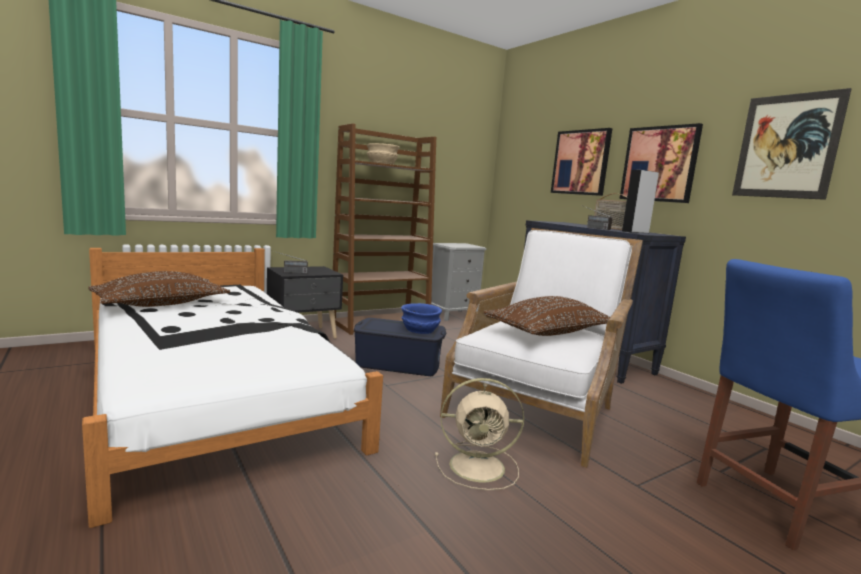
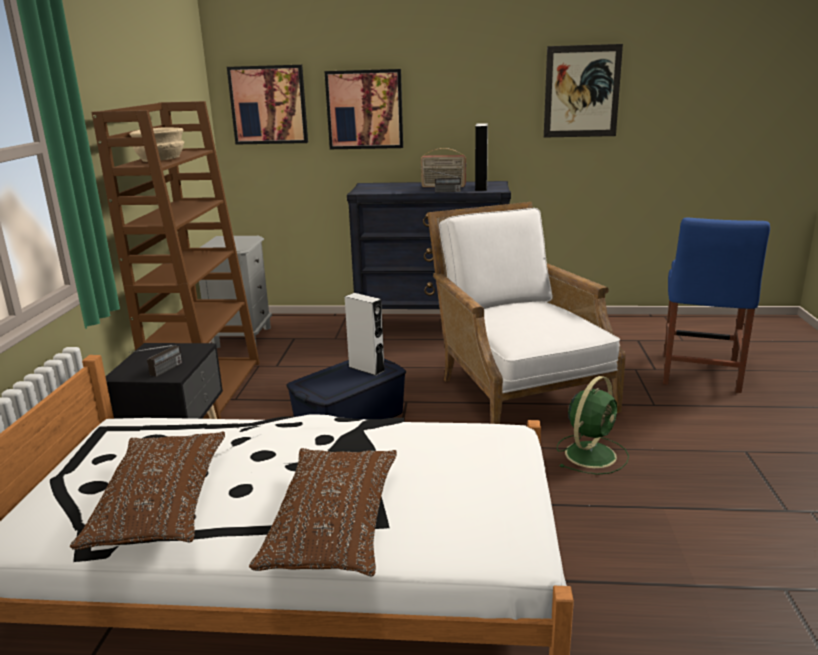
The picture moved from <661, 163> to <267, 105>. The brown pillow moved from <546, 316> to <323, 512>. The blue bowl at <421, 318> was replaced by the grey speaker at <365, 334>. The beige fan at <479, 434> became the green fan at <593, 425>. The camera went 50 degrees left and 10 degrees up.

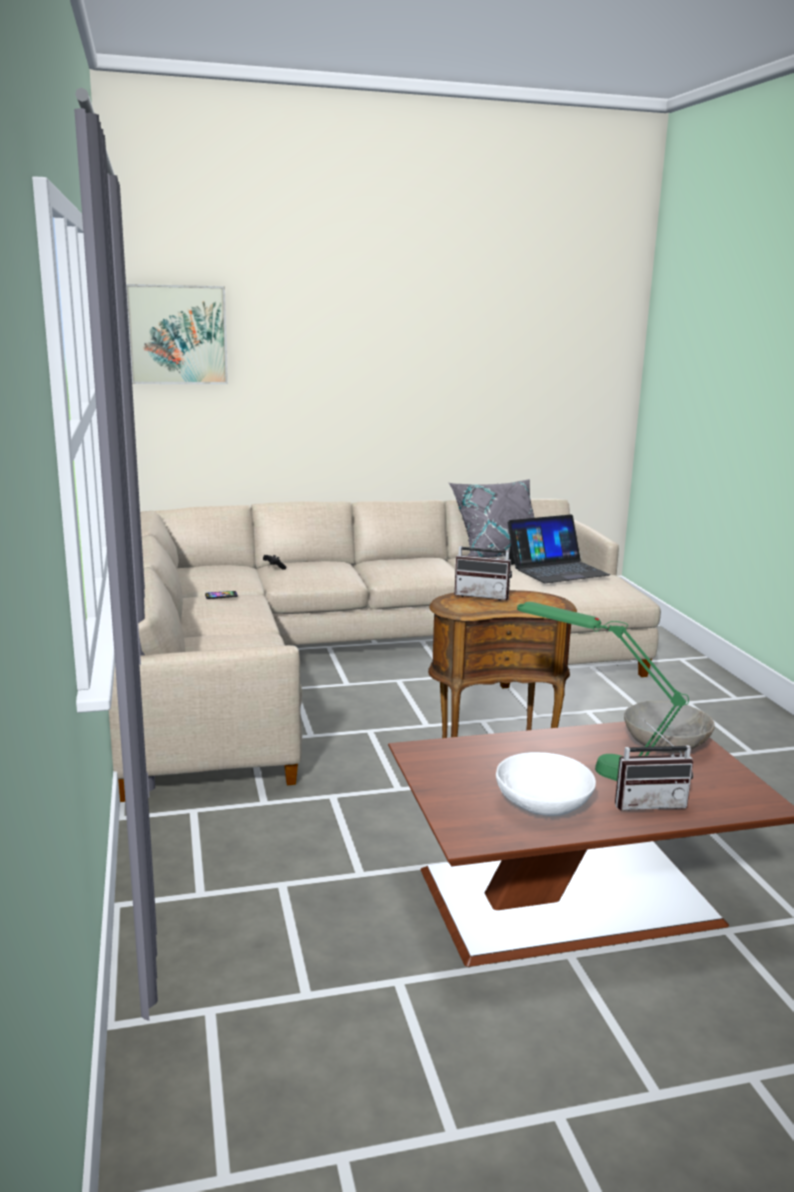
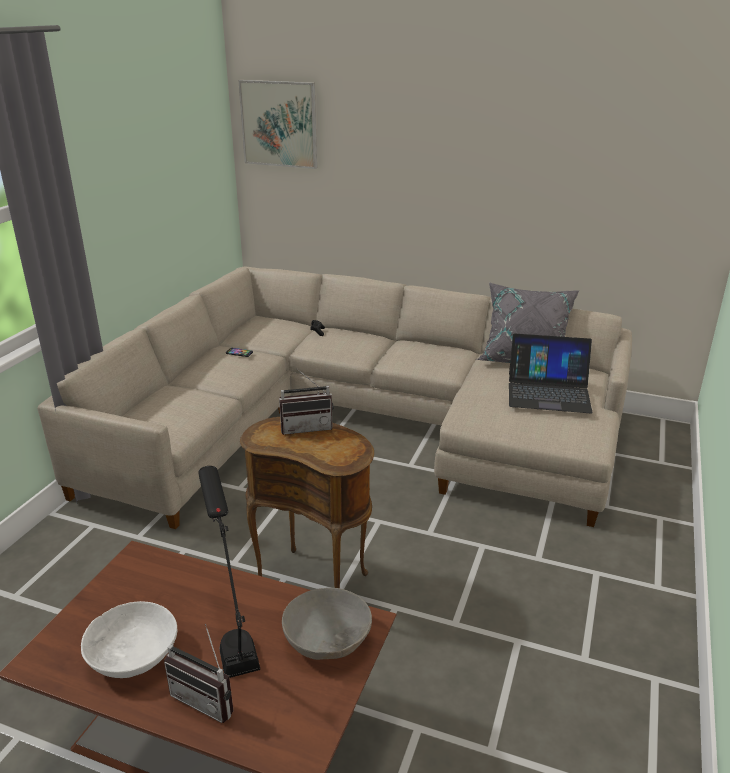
The radio at <483, 565> turned 60 degrees counterclockwise. The green table lamp at <603, 691> became the black table lamp at <229, 572>. The camera went 35 degrees right and 10 degrees up.

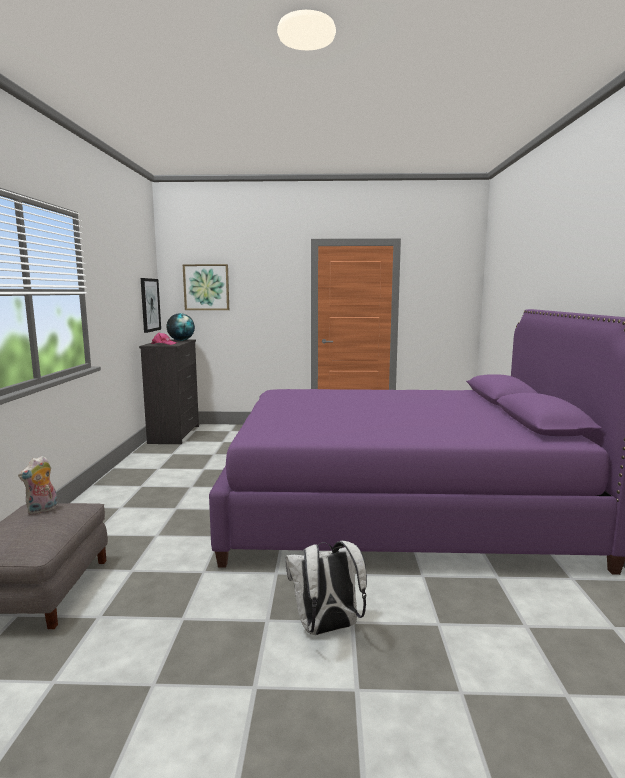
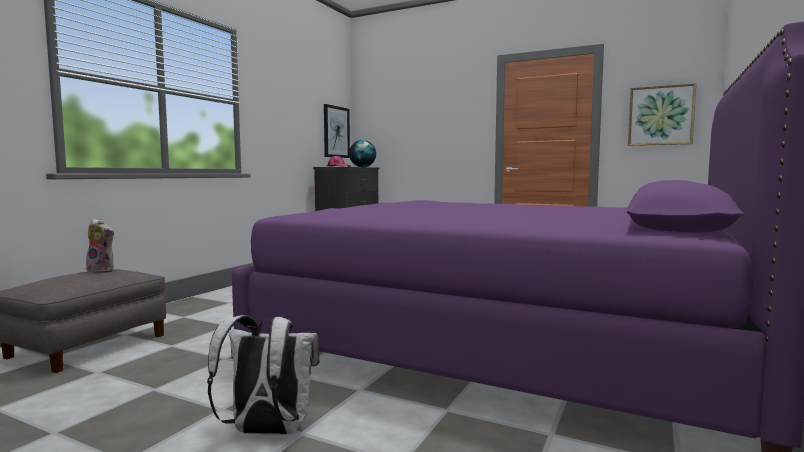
The picture moved from <206, 287> to <662, 114>. The plush toy at <37, 485> turned 135 degrees counterclockwise. The camera went 25 degrees right and 5 degrees down.

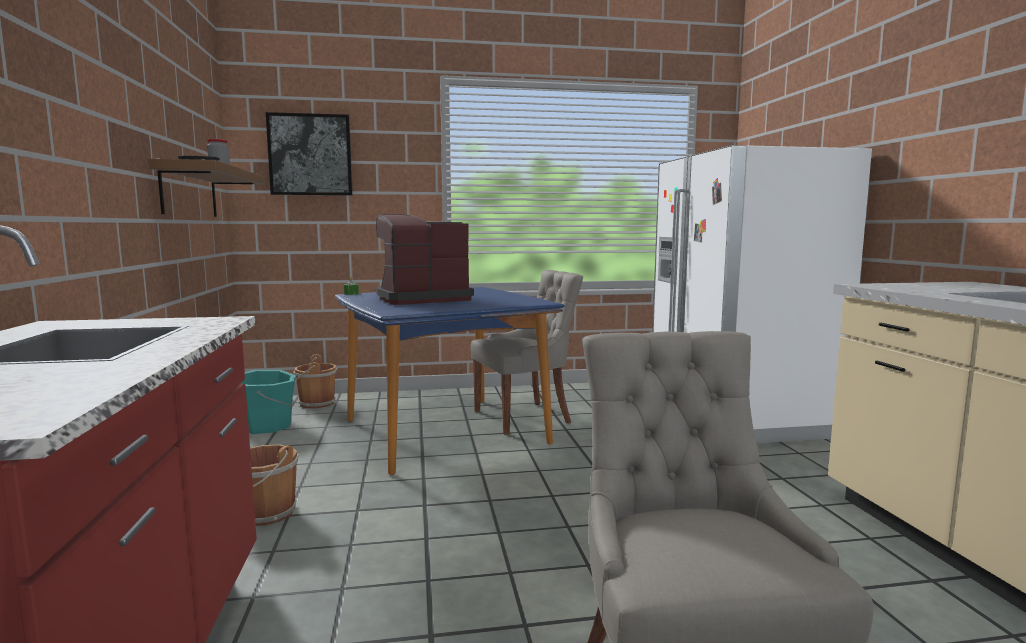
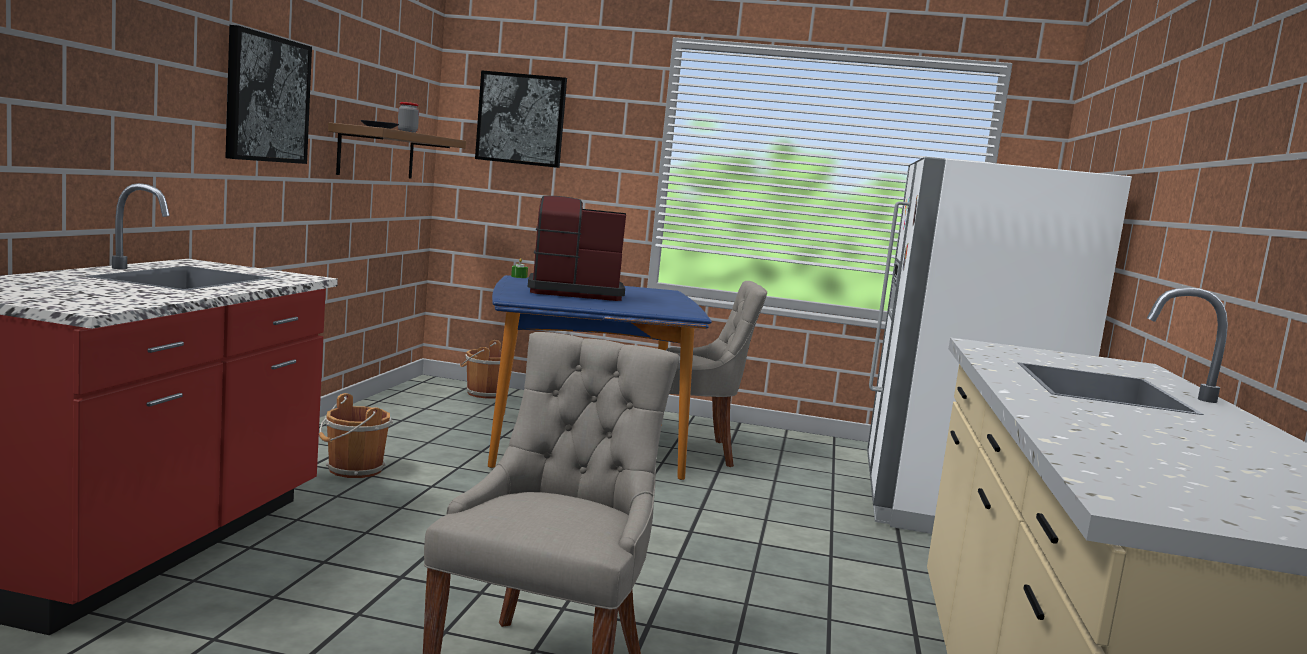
The turquoise bucket at <268, 402> disappeared. The picture at <268, 94> appeared. The camera went 20 degrees right and 0 degrees up.

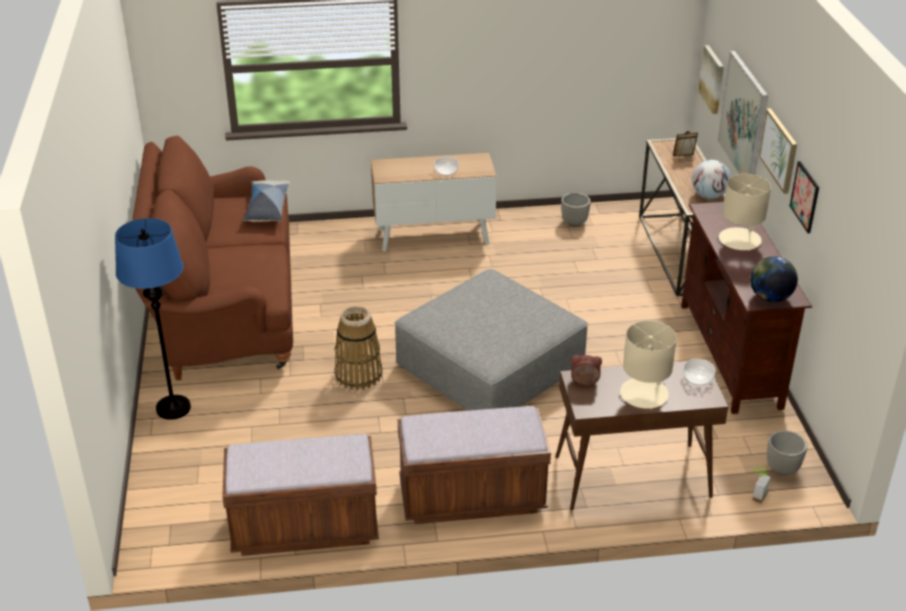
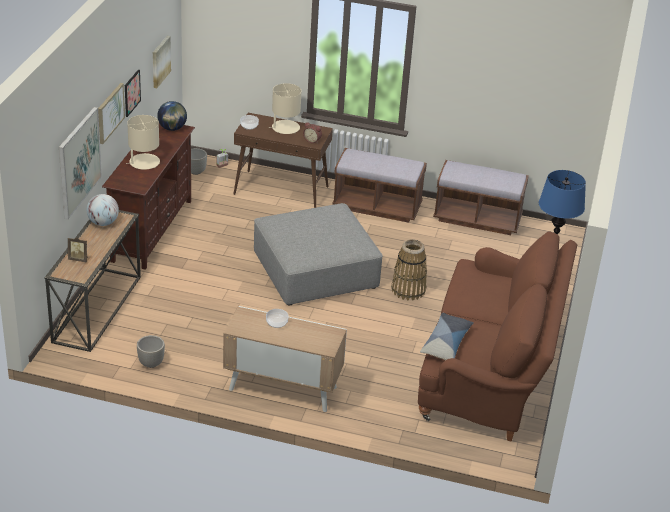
The picture moved from <711, 79> to <162, 62>. The camera went 160 degrees left and 0 degrees up.

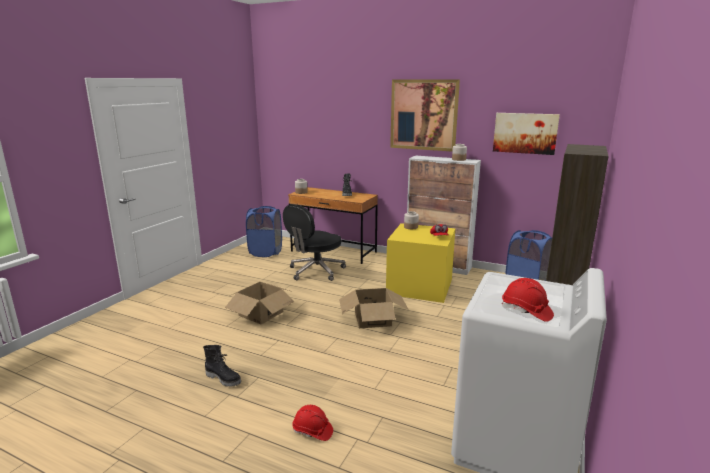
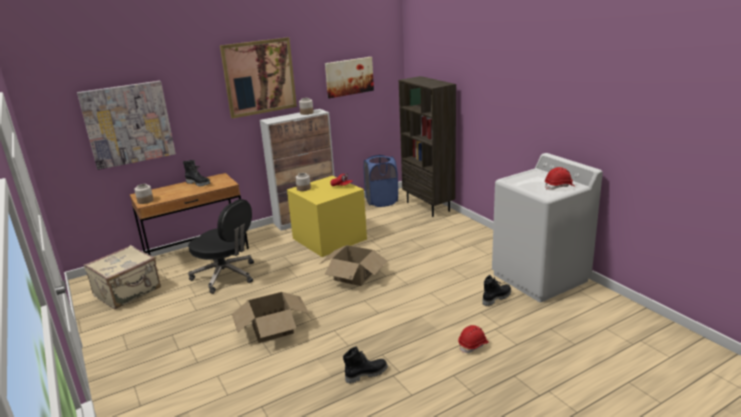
The black office chair at <314, 242> turned 45 degrees counterclockwise. The blue laundry basket at <264, 231> was replaced by the beige suitcase at <122, 277>. The picture at <126, 125> appeared. The black boot at <497, 290> appeared. The camera went 55 degrees left and 5 degrees up.

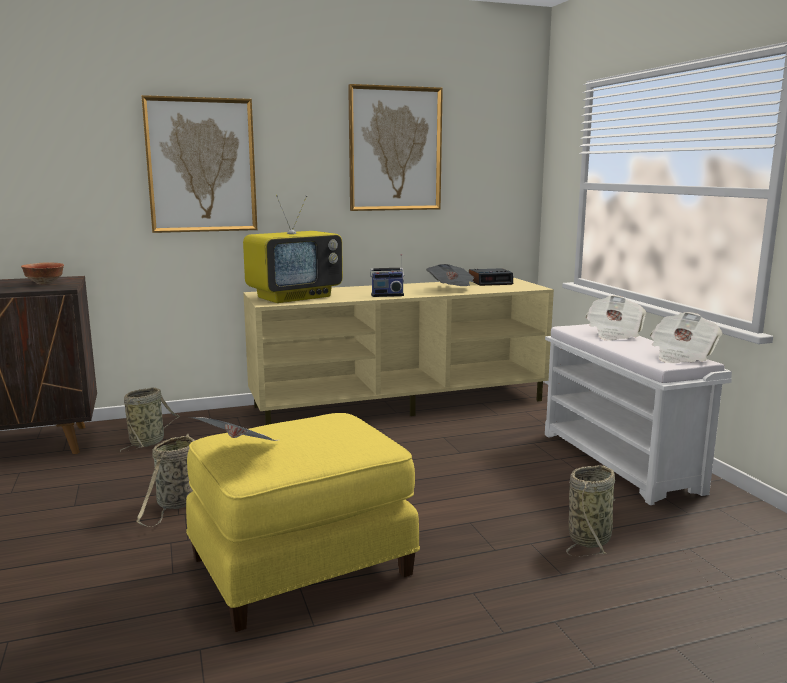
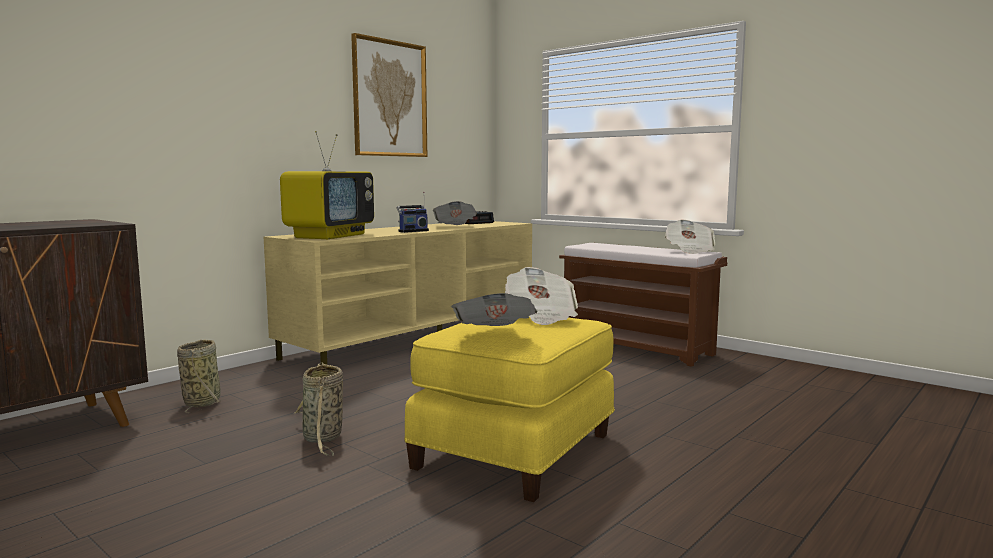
The picture at <199, 164> disappeared. The bowl at <42, 273> disappeared. The newspaper moved from <616, 318> to <541, 296>. The white bench at <638, 414> became the brown bench at <643, 305>. The basket at <590, 510> disappeared. The camera went 30 degrees left and 5 degrees down.

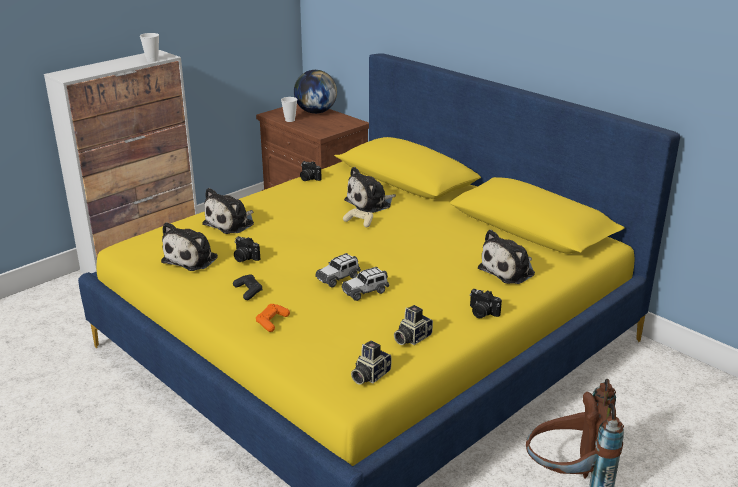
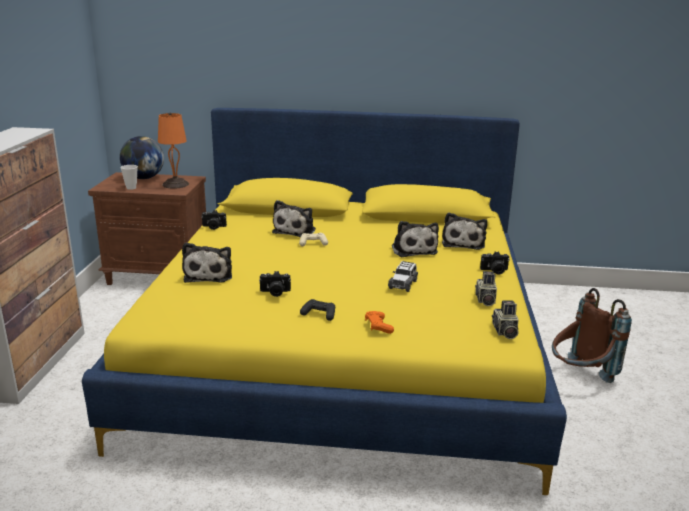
The cup at <149, 47> disappeared. The plush toy moved from <189, 246> to <415, 239>. The toy car at <338, 270> disappeared. The orange table lamp at <173, 151> appeared. The camera went 40 degrees left and 5 degrees down.

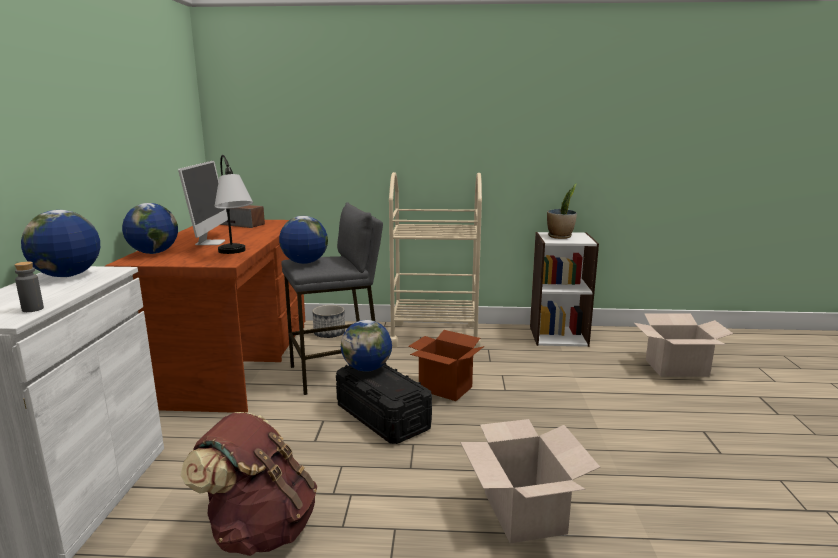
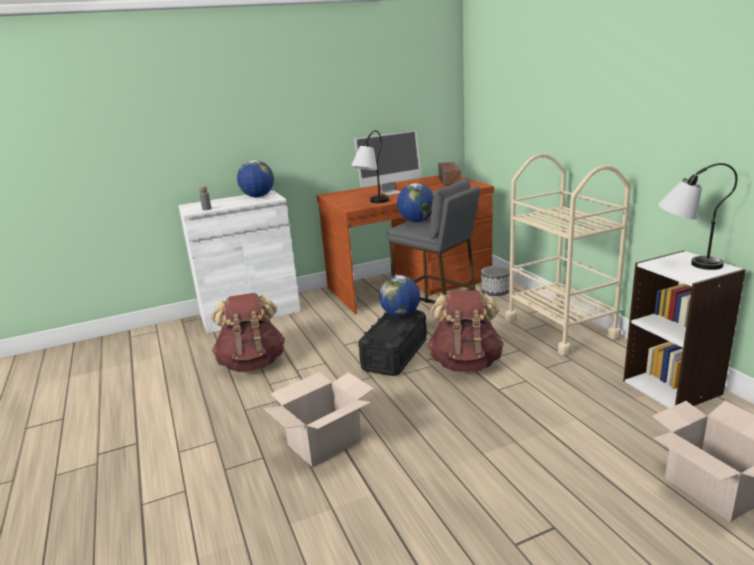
The potted plant at <562, 211> was replaced by the table lamp at <697, 216>. The globe at <150, 228> disappeared. The cardboard box at <446, 365> was replaced by the brown backpack at <465, 331>. The camera went 65 degrees right and 5 degrees up.

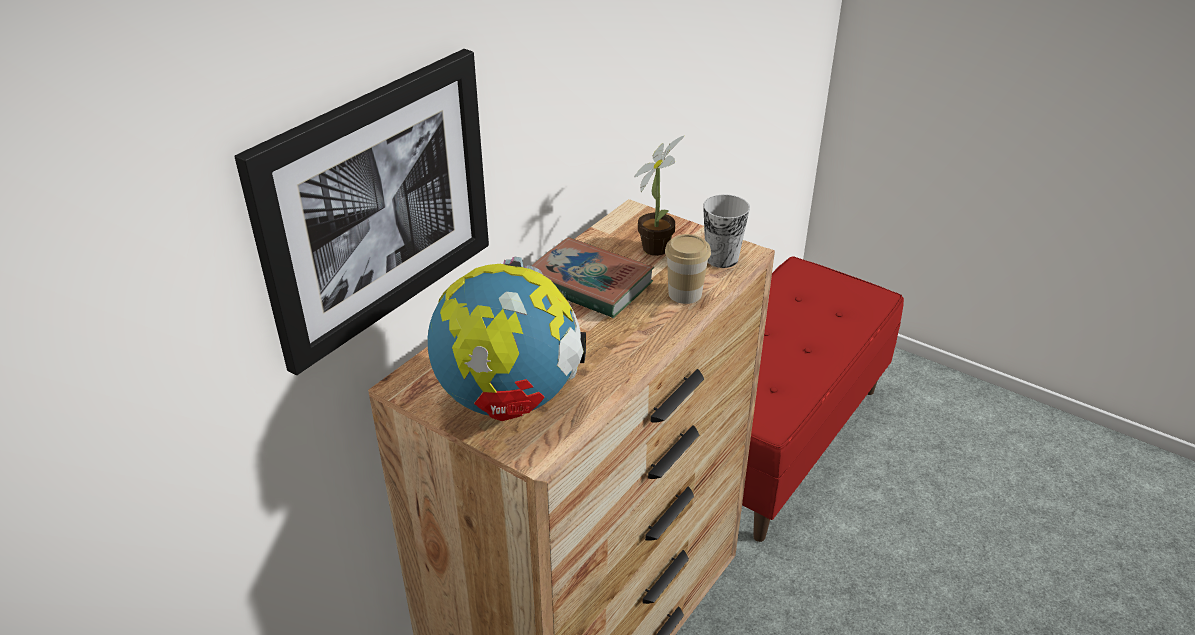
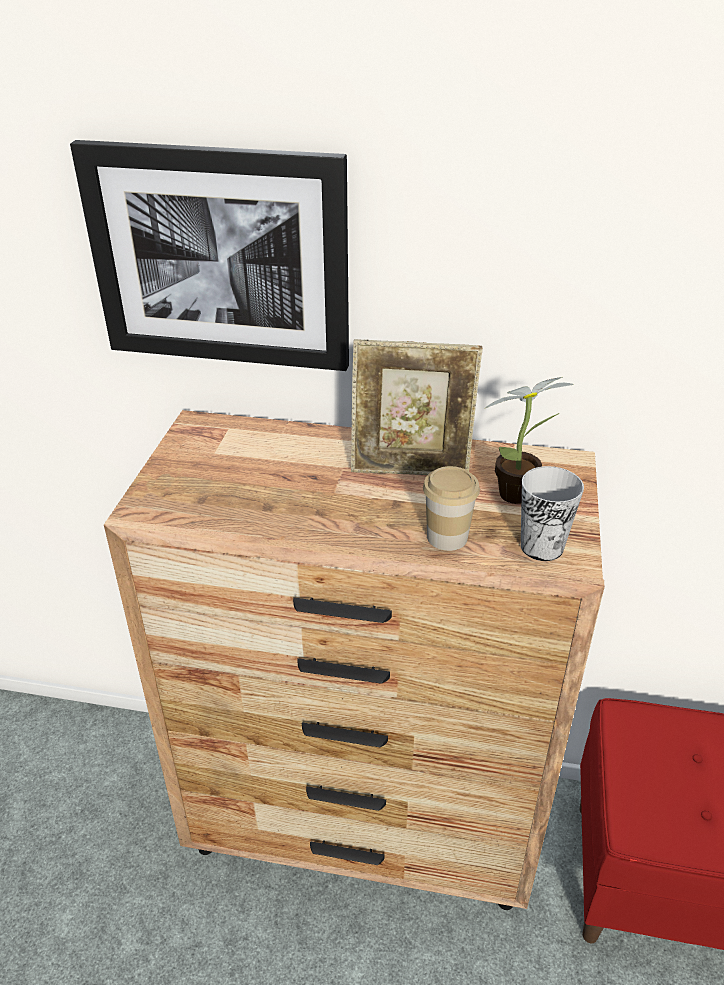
The book at <592, 277> was replaced by the picture frame at <417, 407>. The globe at <507, 338> disappeared. The camera went 65 degrees right and 0 degrees up.

